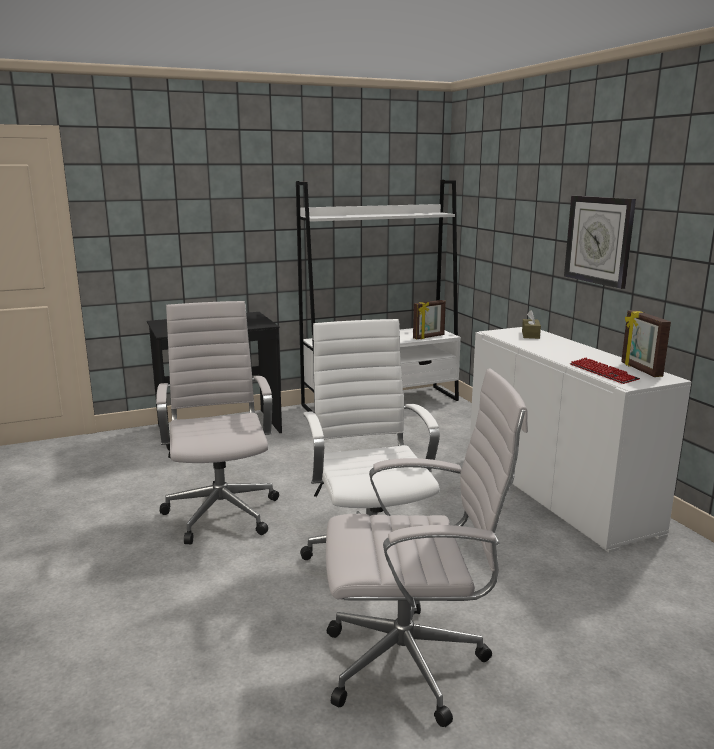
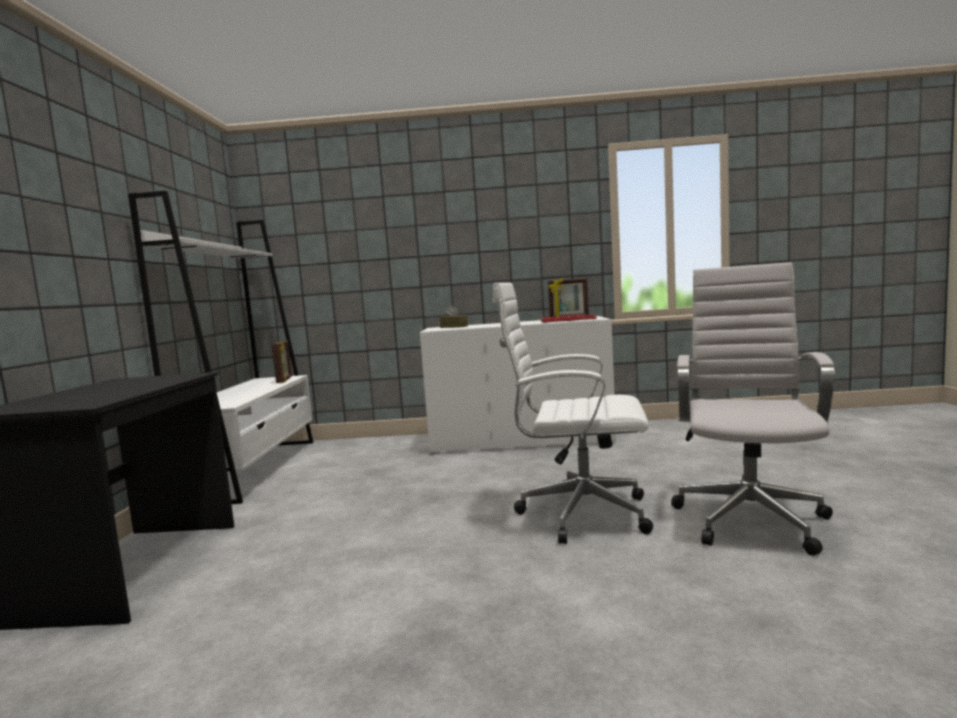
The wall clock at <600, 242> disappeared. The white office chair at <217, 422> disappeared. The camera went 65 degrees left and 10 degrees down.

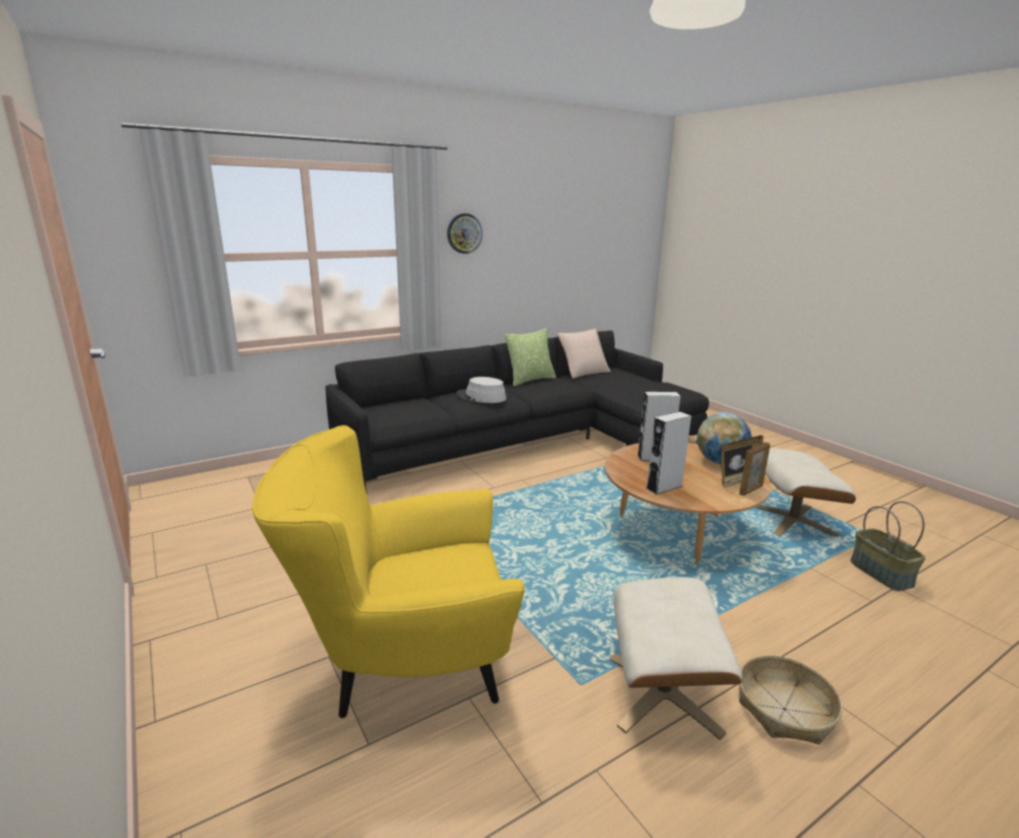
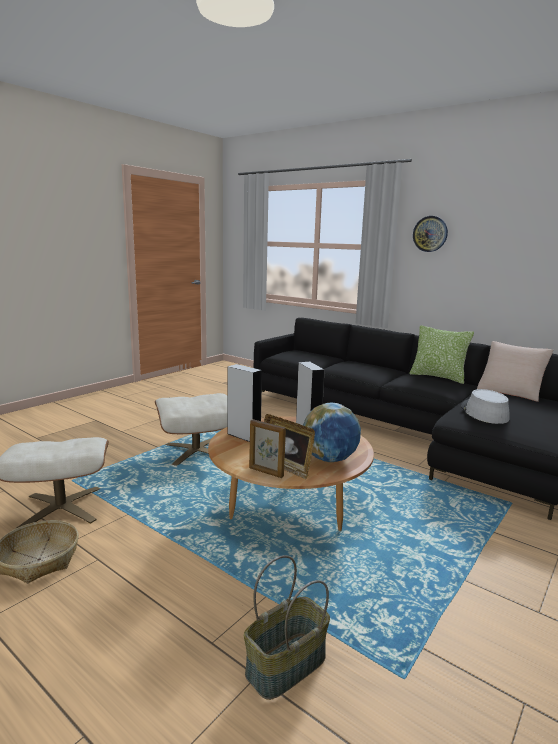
The grey hat moved from <481, 390> to <485, 406>. The yellow armchair at <388, 572> disappeared. The beige ottoman moved from <805, 492> to <191, 429>. The camera went 70 degrees right and 5 degrees down.

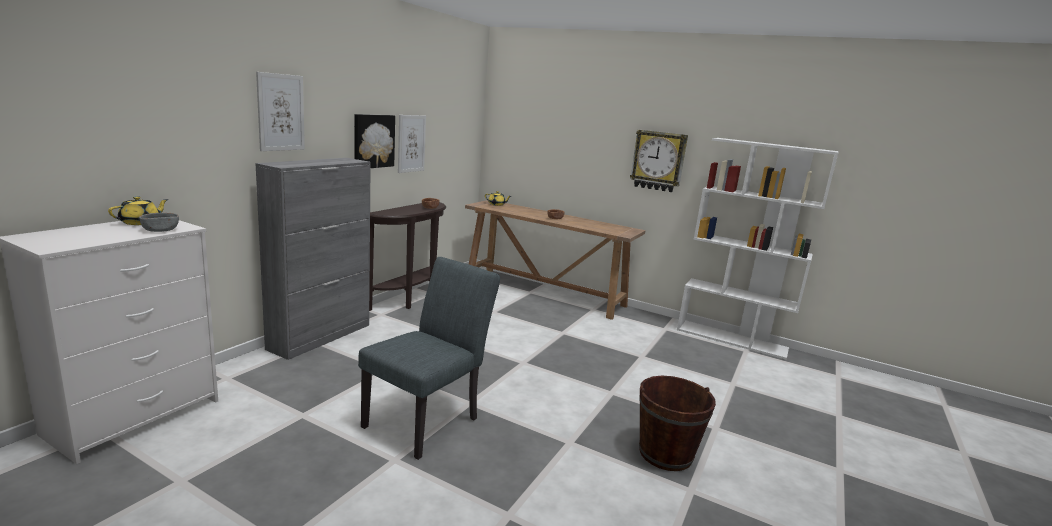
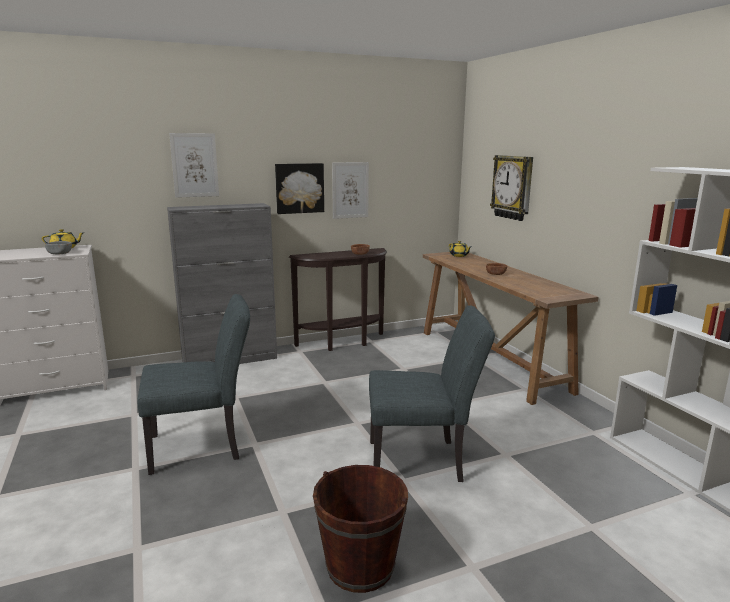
The wall clock moved from <659, 160> to <511, 188>. The grey chair at <432, 393> appeared. The camera went 40 degrees right and 0 degrees up.

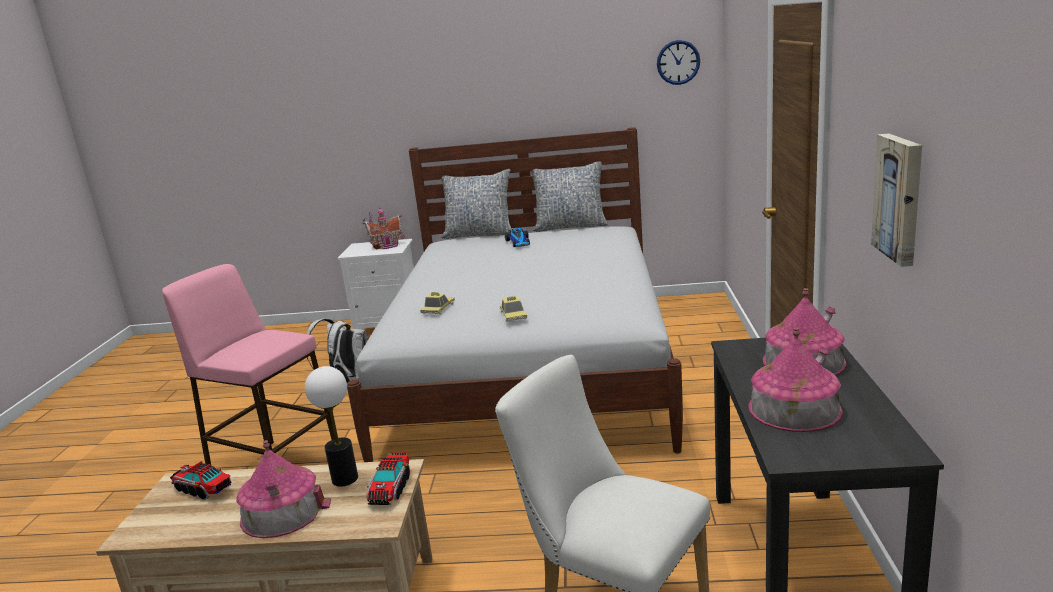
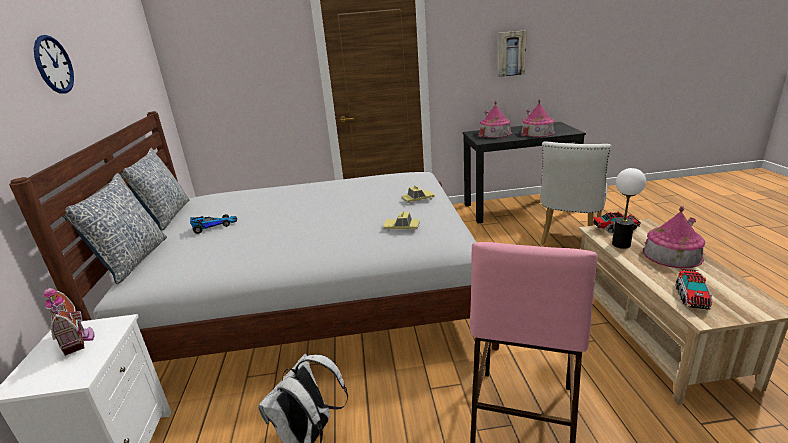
The wall clock moved from <678, 62> to <54, 64>. The camera went 100 degrees left and 5 degrees up.

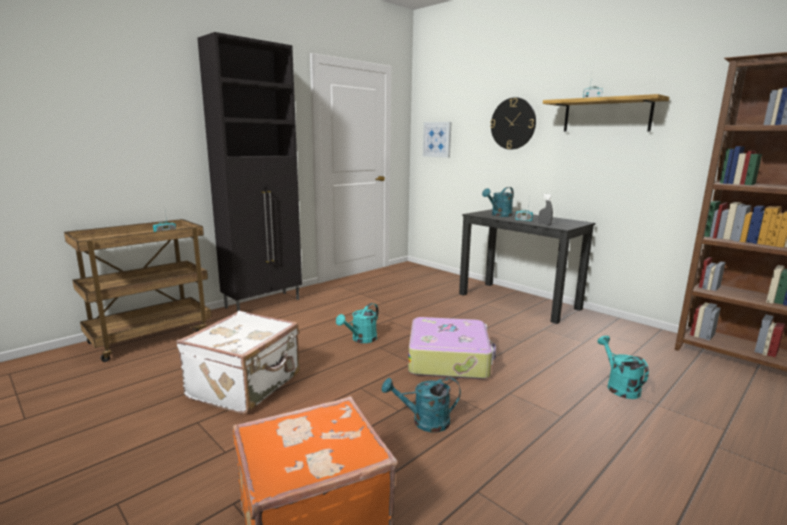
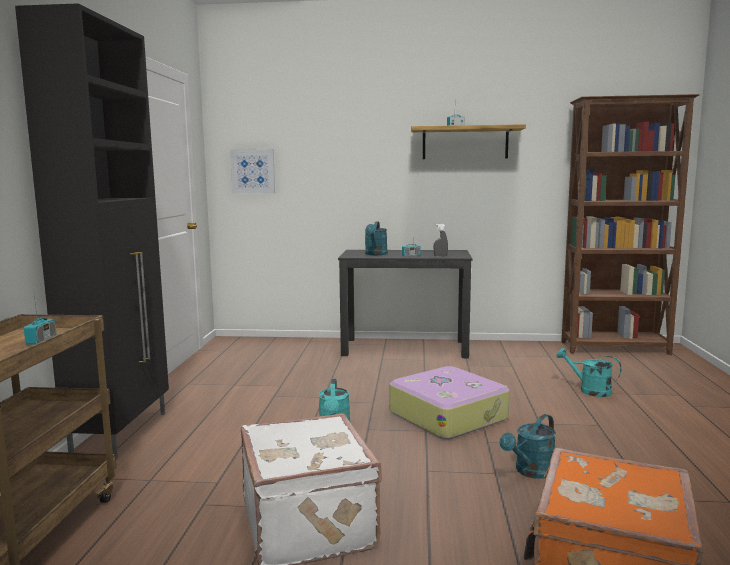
The wall clock at <513, 123> disappeared. The camera went 40 degrees left and 5 degrees down.

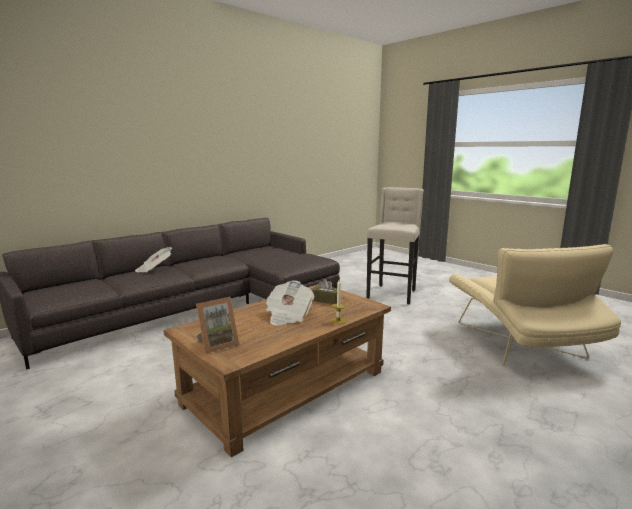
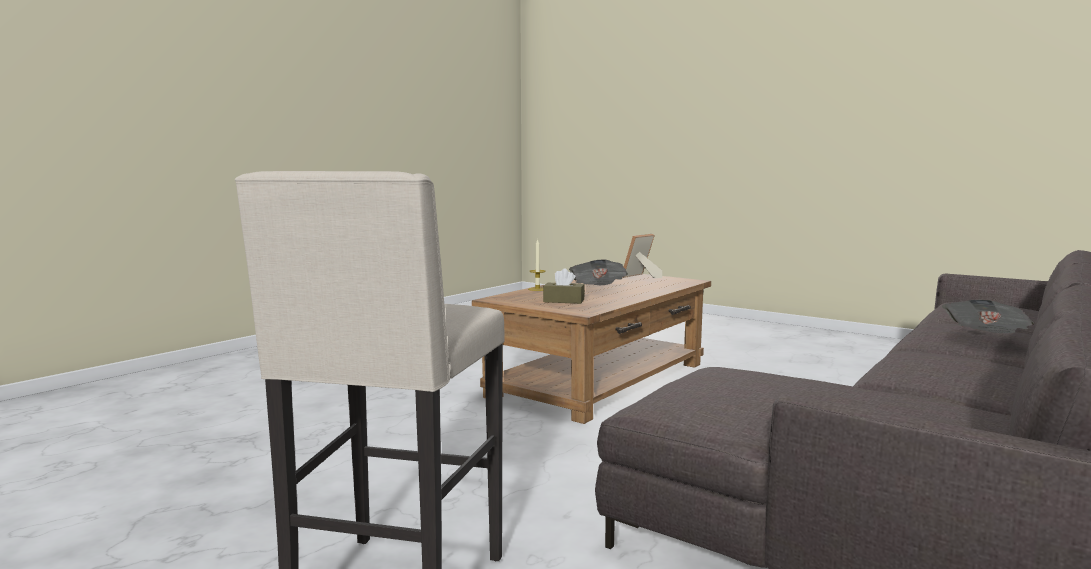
The beige armchair at <535, 305> disappeared. The camera went 170 degrees right and 5 degrees down.

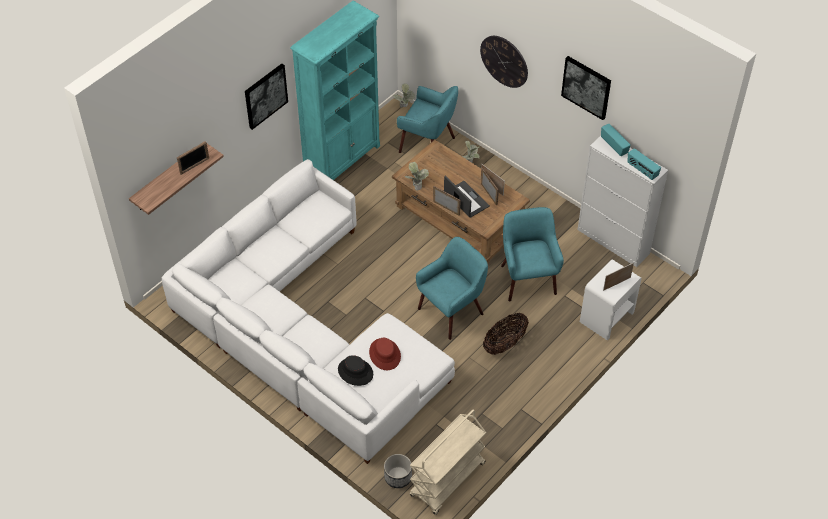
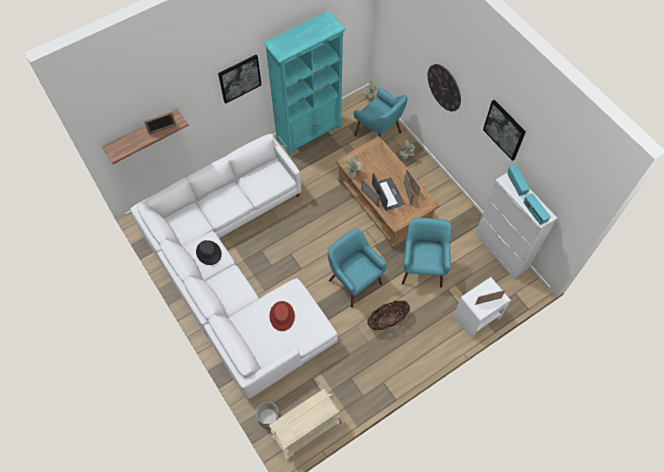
The turquoise armchair at <452, 288> turned 105 degrees counterclockwise. The black hat moved from <355, 370> to <209, 252>. The camera went 15 degrees right and 10 degrees up.

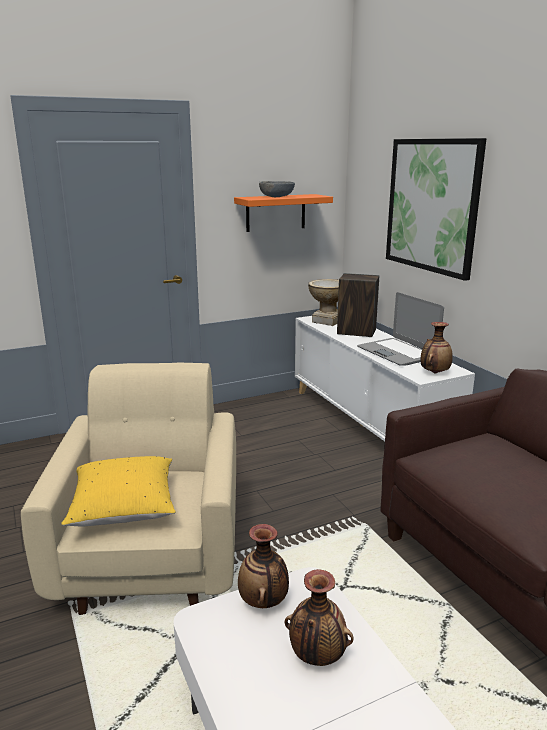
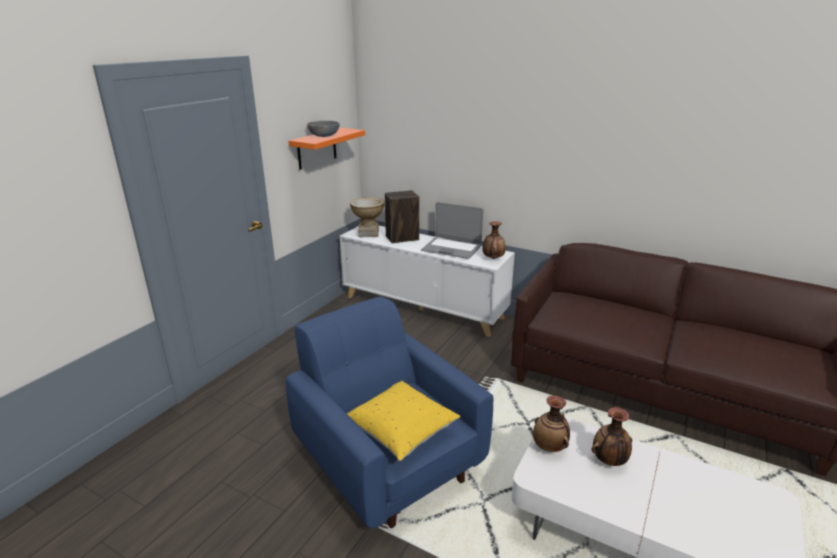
The picture at <436, 209> disappeared. The beige armchair at <128, 489> became the blue armchair at <389, 412>. The camera went 35 degrees left and 5 degrees up.

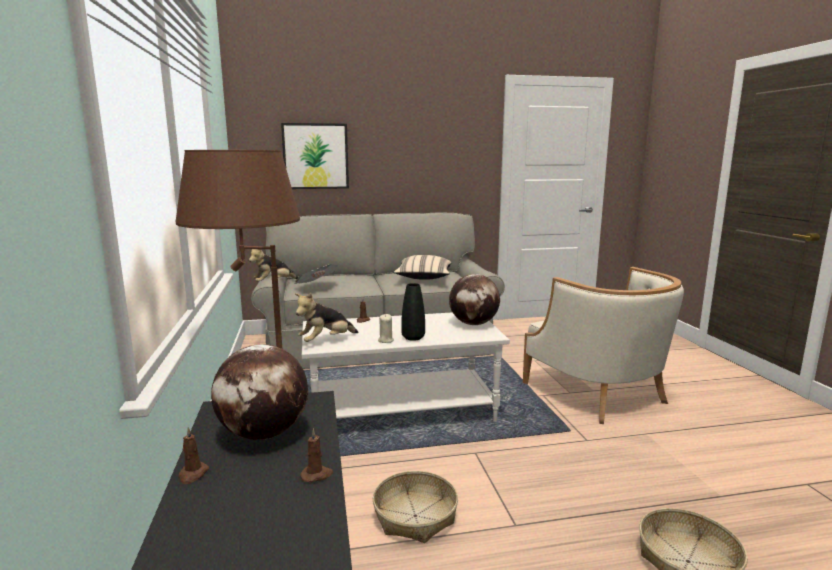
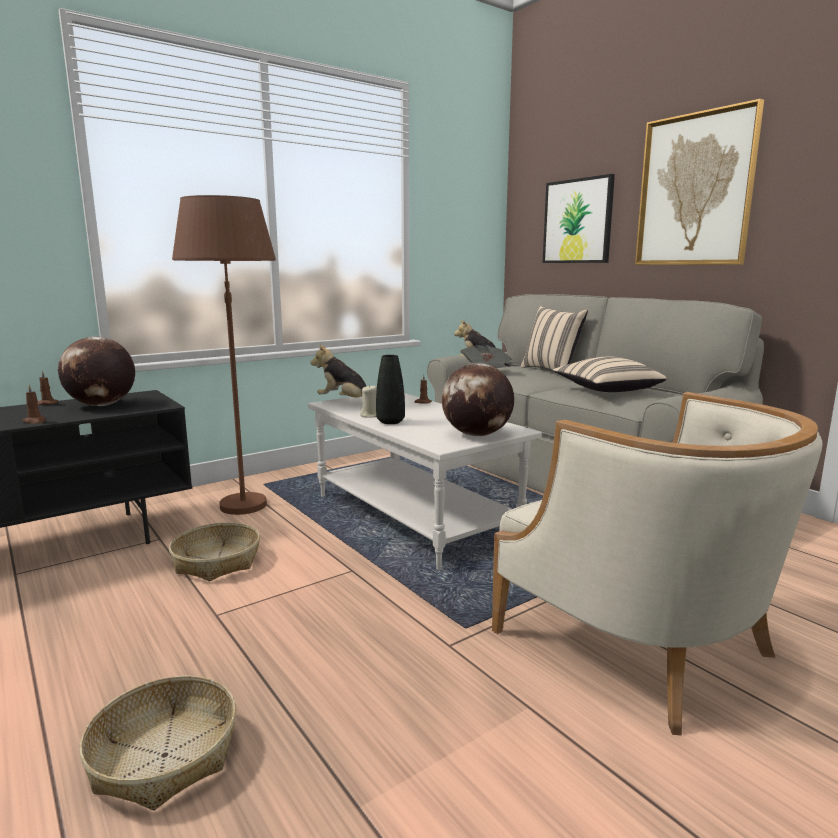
The beige armchair at <603, 345> turned 75 degrees counterclockwise. The picture at <699, 182> appeared. The beige pillow at <554, 338> appeared. The camera went 65 degrees right and 0 degrees up.

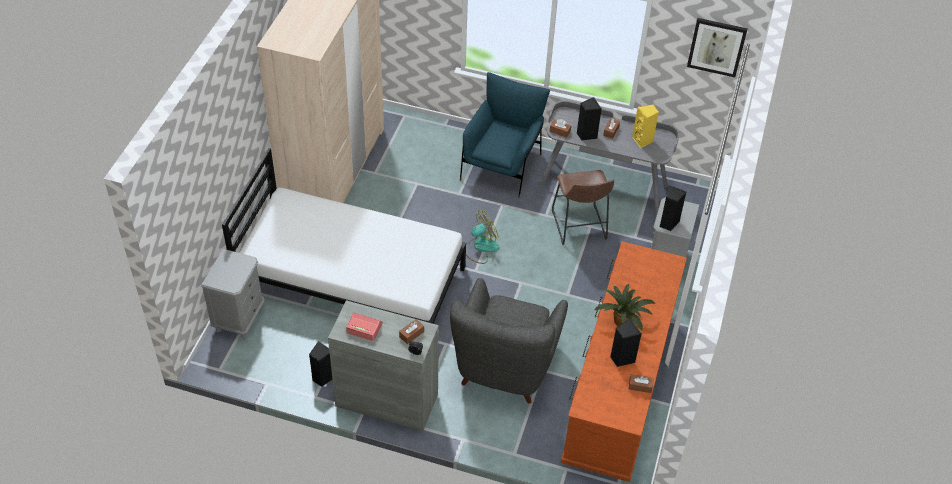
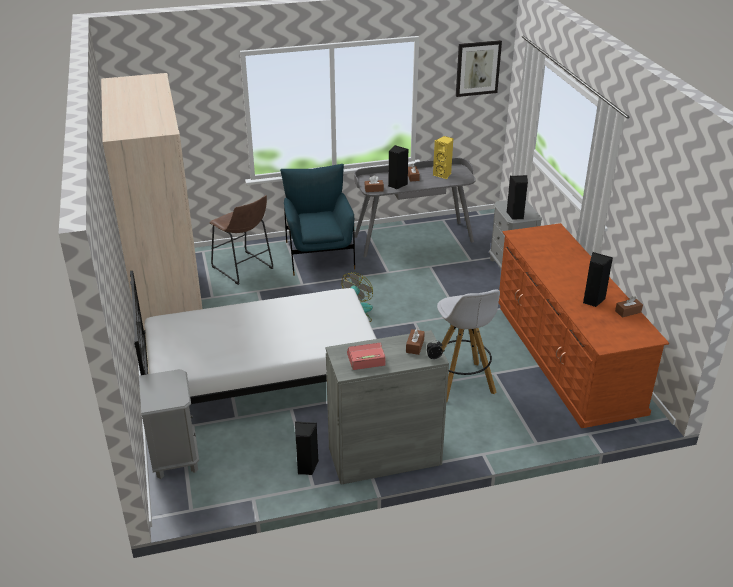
The brown stool moved from <583, 207> to <242, 240>. The grey armchair at <509, 341> was replaced by the white stool at <468, 346>. The potted plant at <624, 307> disappeared. The camera went 30 degrees left and 15 degrees down.

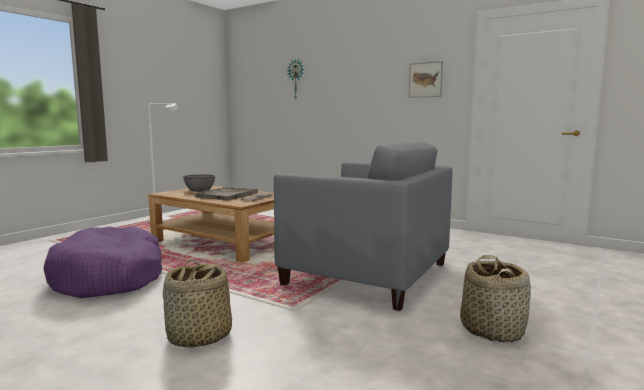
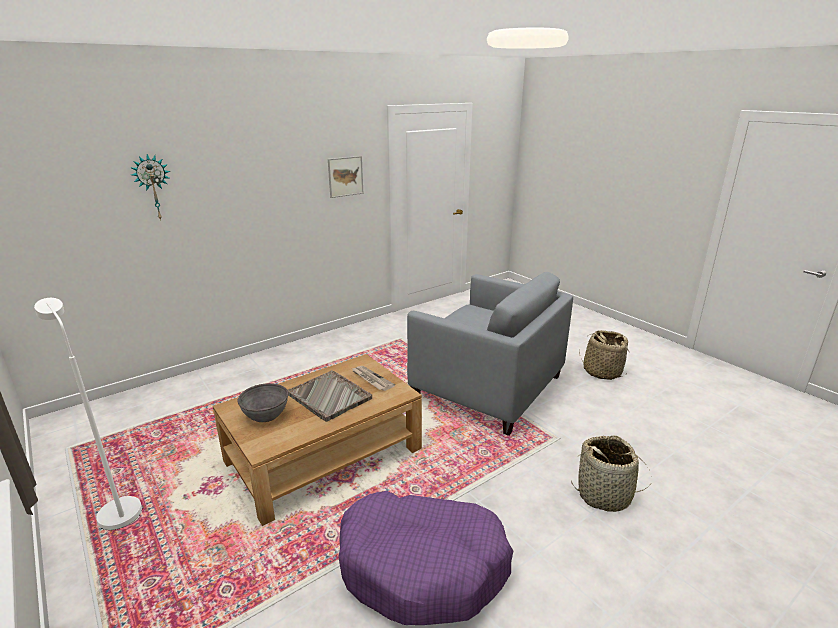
The grey armchair at <363, 226> turned 75 degrees clockwise. The camera went 70 degrees left and 15 degrees up.

